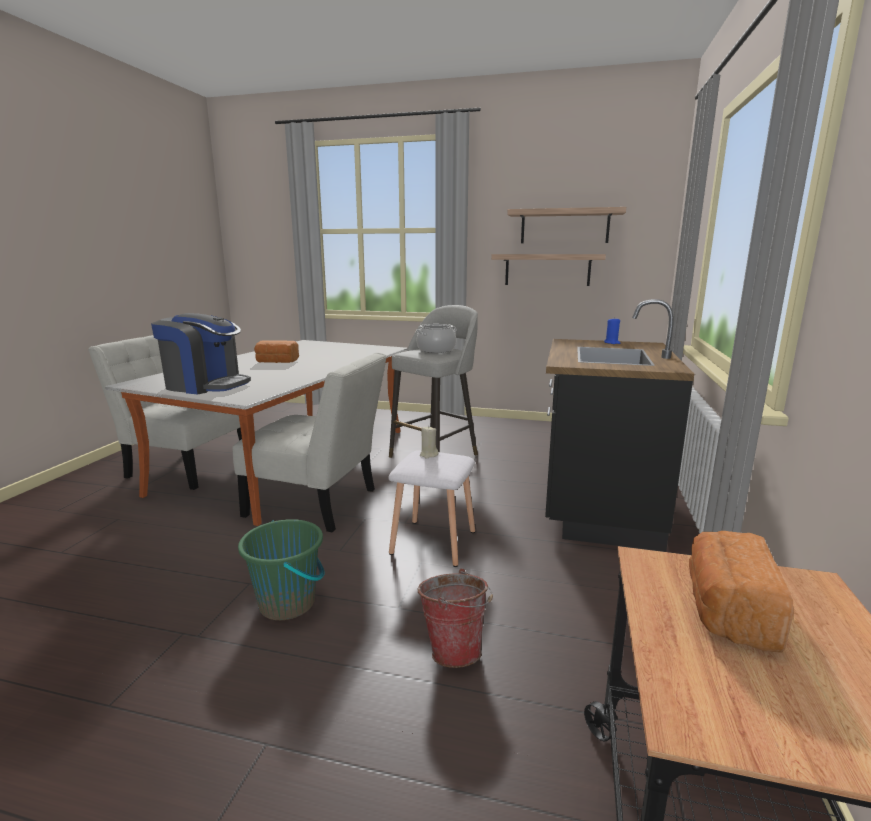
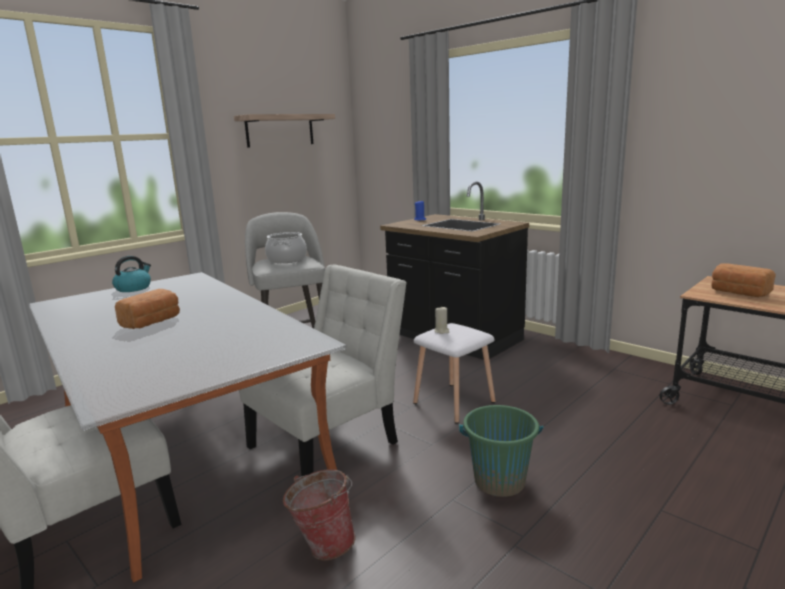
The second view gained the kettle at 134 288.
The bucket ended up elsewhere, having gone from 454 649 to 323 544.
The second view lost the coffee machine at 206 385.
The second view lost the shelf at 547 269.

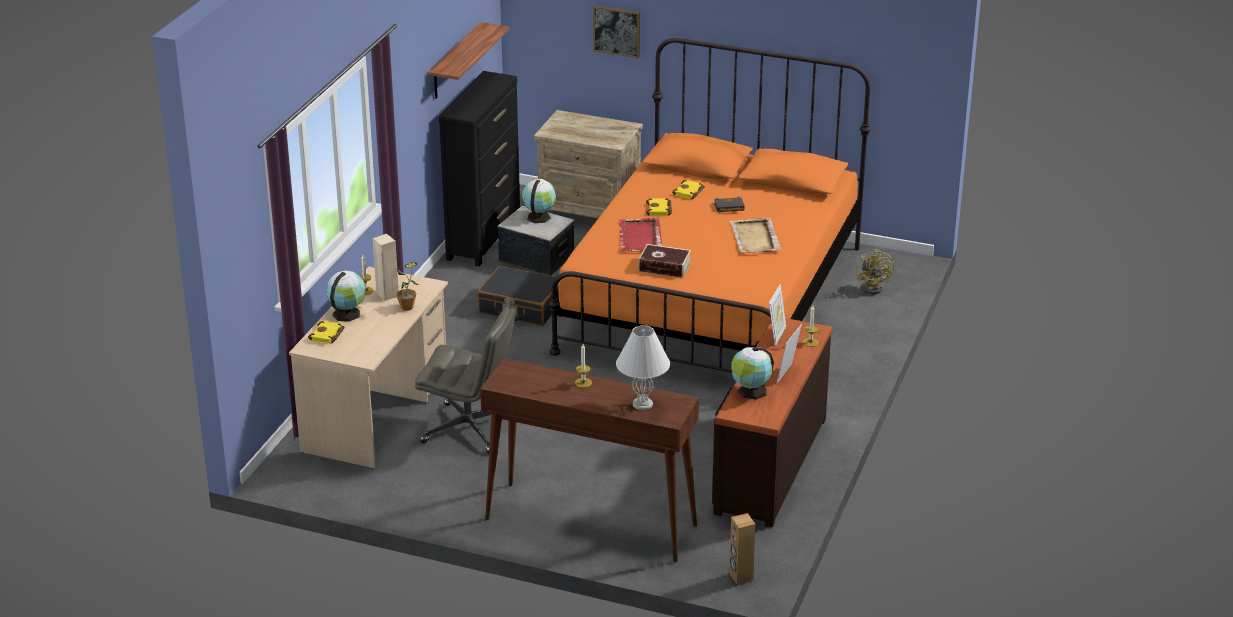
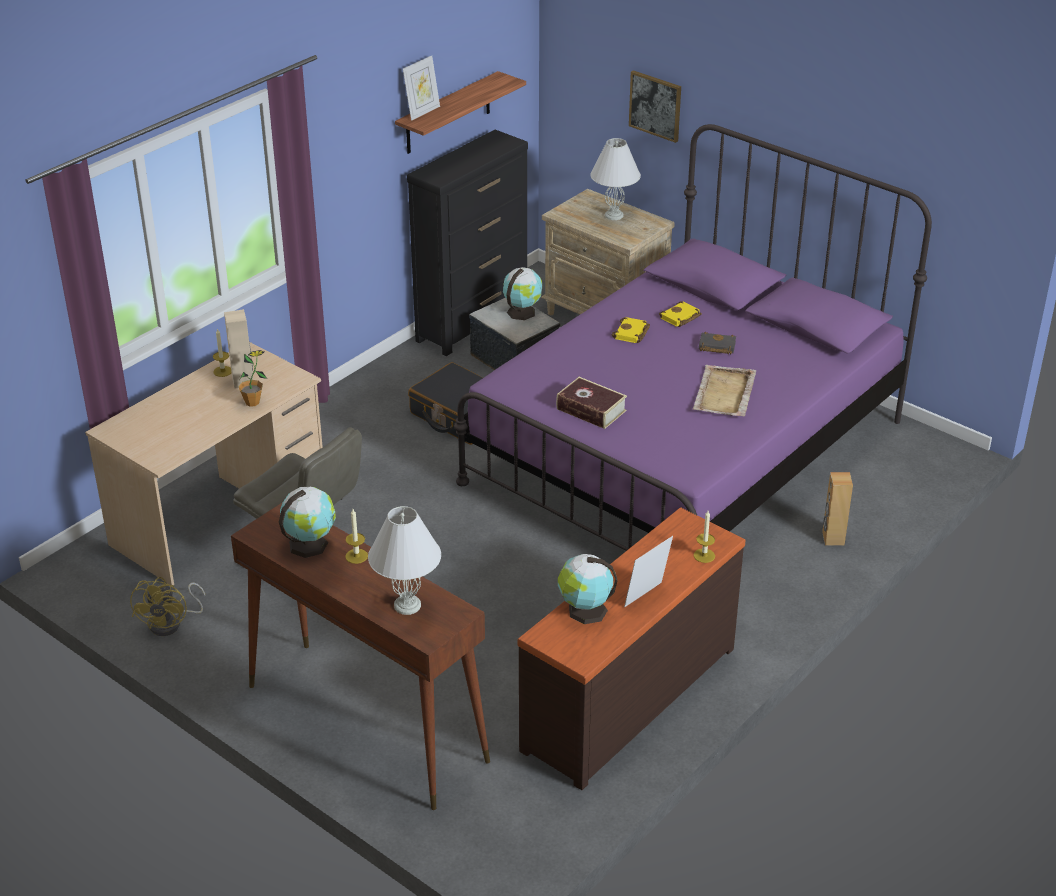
The yellow fan ended up elsewhere, having gone from 873 287 to 171 623.
The globe ended up elsewhere, having gone from 347 313 to 310 543.
The picture frame ended up elsewhere, having gone from 776 335 to 422 112.
What was the orange bed at 712 299 turned into the purple bed at 685 452.
The second view gained the white table lamp at 613 215.
The brown speaker ended up elsewhere, having gone from 740 576 to 832 538.
The second view lost the yellow book at 327 336.
The second view lost the red tray at 640 238.

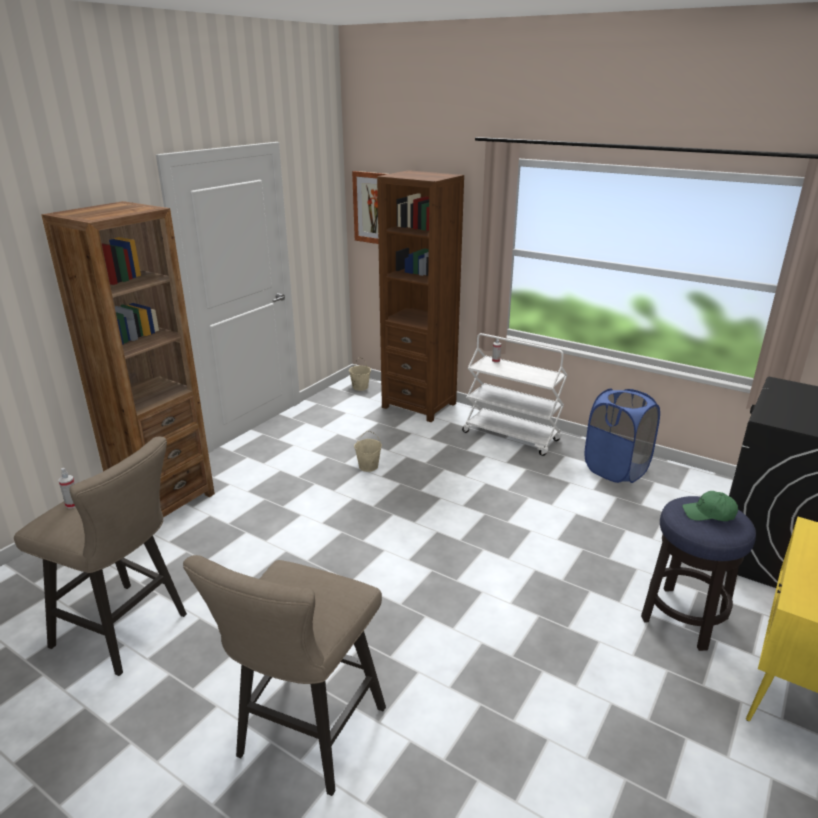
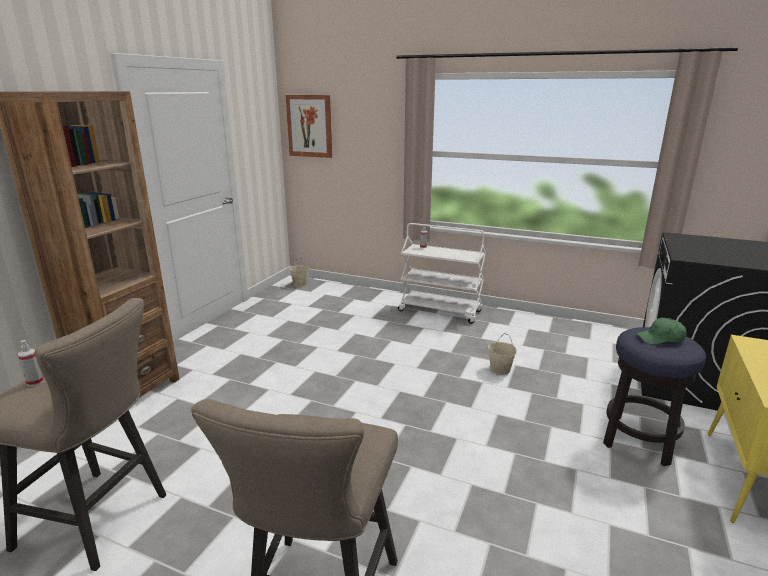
The beige bucket ended up elsewhere, having gone from 368 467 to 500 370.
The second view lost the brown bookcase at 419 405.
The second view lost the blue laundry basket at 616 469.

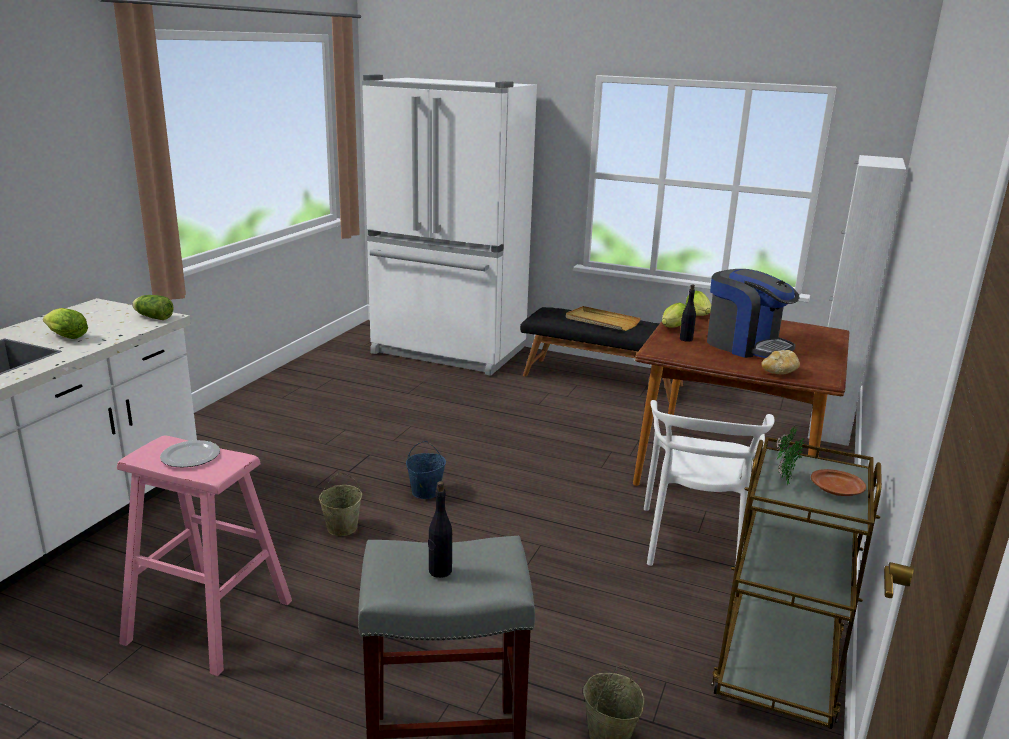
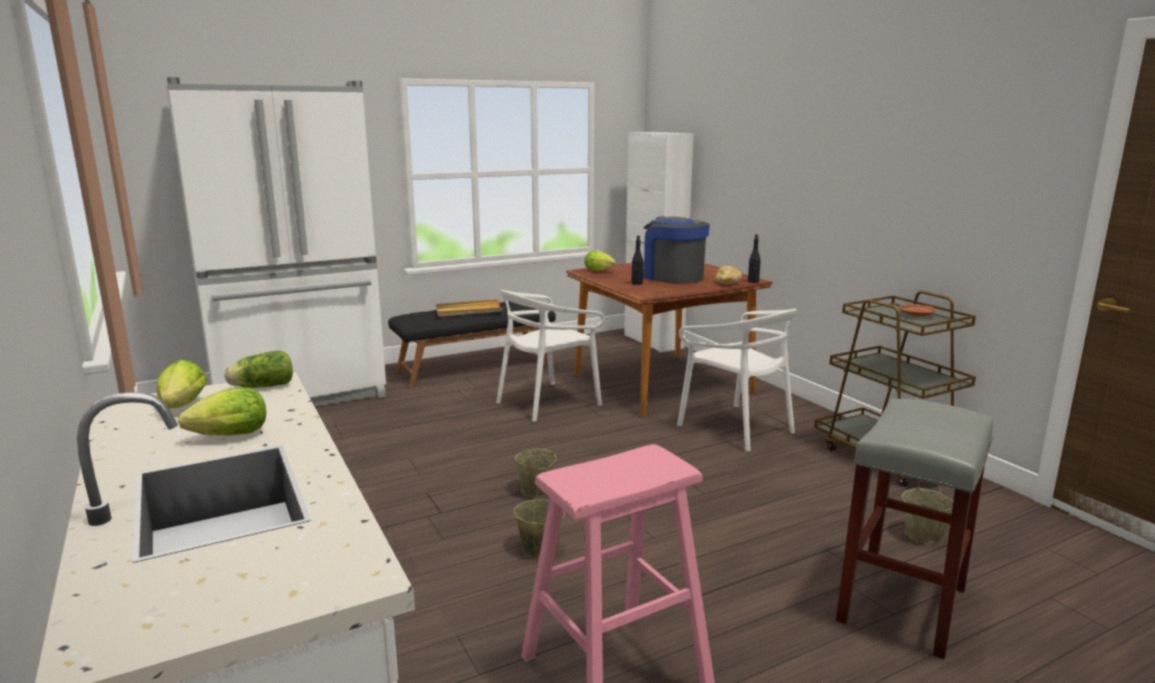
The lettuce ended up elsewhere, having gone from 672 328 to 181 408.
The second view gained the white chair at 547 402.
What was the blue bucket at 425 492 turned into the beige bucket at 536 491.
The coffee machine at 746 345 ended up facing another way, 120 degrees counterclockwise from before.
The black bottle ended up elsewhere, having gone from 440 571 to 753 282.
The second view lost the plate at 189 456.
The second view lost the potted plant at 783 480.

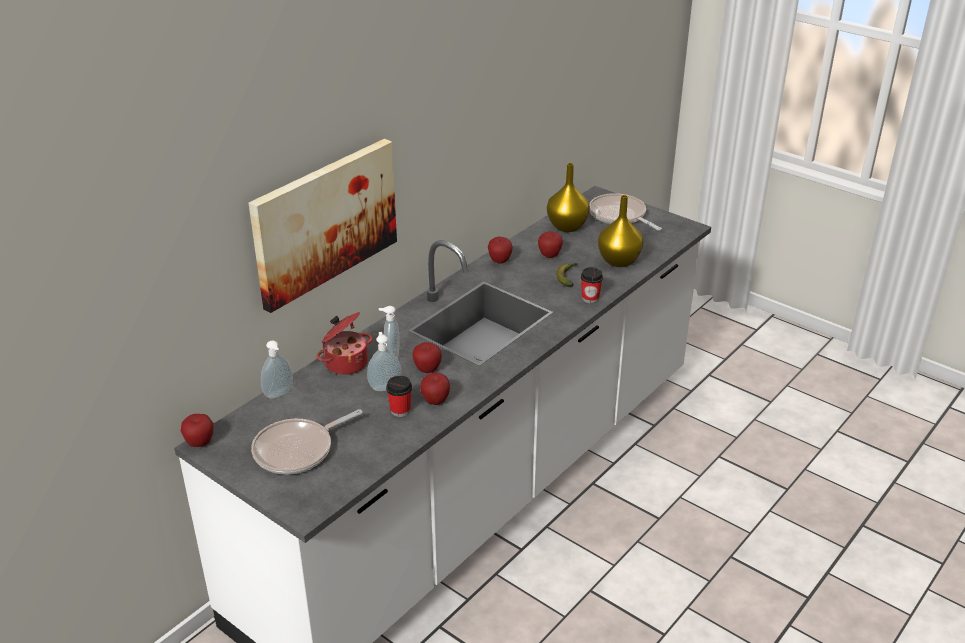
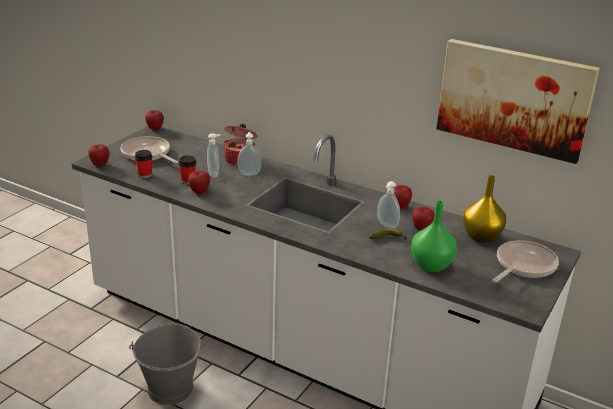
The apple ended up elsewhere, having gone from 427 370 to 100 164.
The second view gained the grey bucket at 171 389.
The cup ended up elsewhere, having gone from 590 298 to 145 175.
The soap dispenser ended up elsewhere, having gone from 279 394 to 386 226.
What was the yellow vase at 619 260 turned into the green vase at 432 265.
The picture ended up elsewhere, having gone from 324 221 to 513 99.

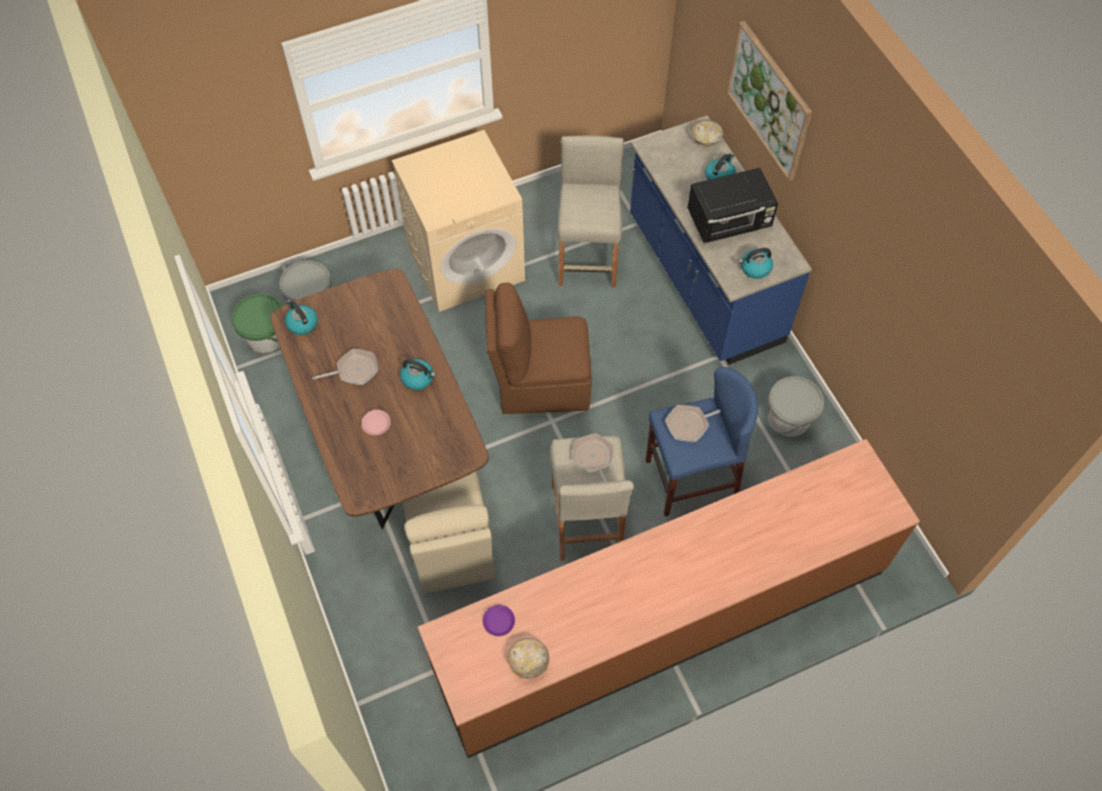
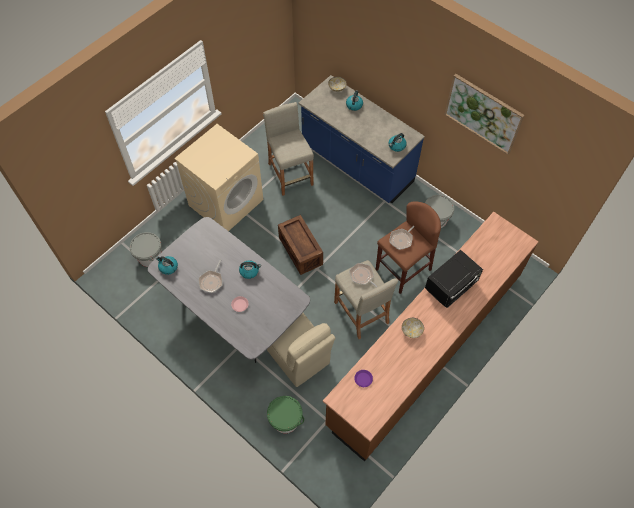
What was the brown dining table at 389 440 turned into the grey dining table at 234 314.
The frying pan at 354 370 ended up facing another way, 150 degrees clockwise from before.
The green bucket ended up elsewhere, having gone from 266 336 to 285 420.
Where the brown chair stood at 541 383, the crate came to stand at 300 251.
What was the blue stool at 691 479 turned into the brown stool at 403 269.
The bowl ended up elsewhere, having gone from 528 662 to 411 331.
The black microwave ended up elsewhere, having gone from 729 222 to 451 286.
The picture ended up elsewhere, having gone from 769 100 to 483 113.

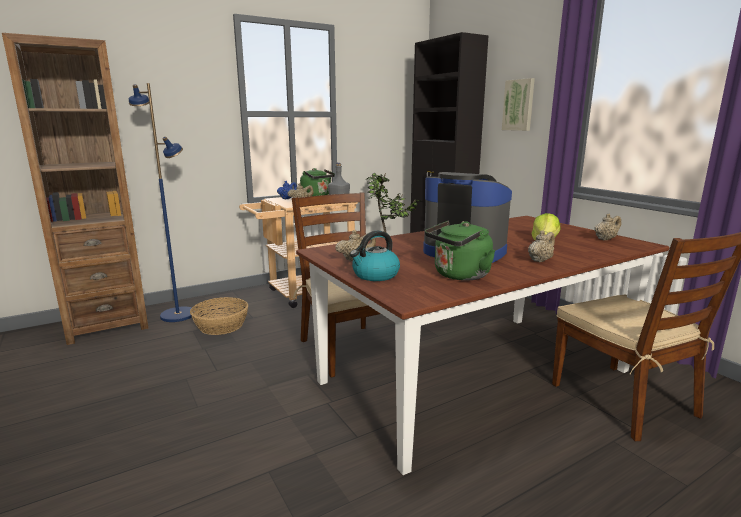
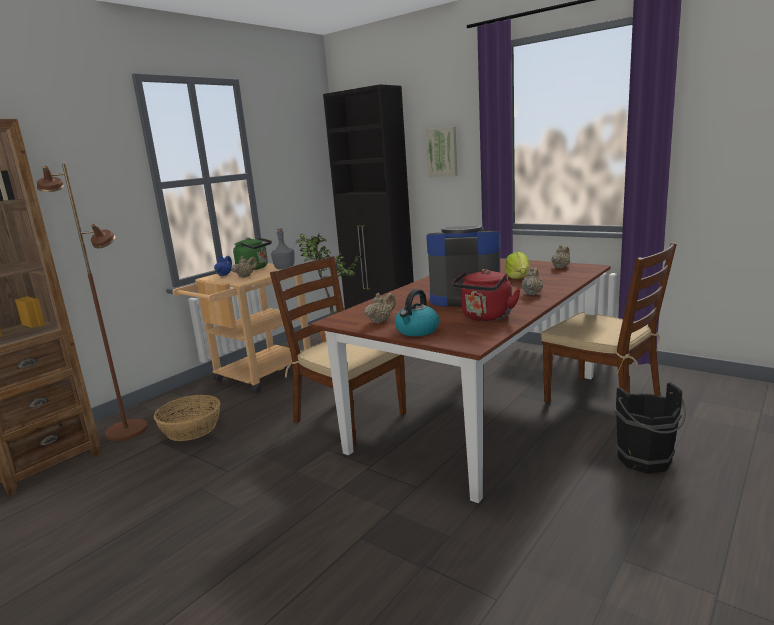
What was the blue floor lamp at 178 315 turned into the brown floor lamp at 126 430.
What was the green kettle at 459 275 turned into the red kettle at 485 317.
The second view gained the black bucket at 646 462.

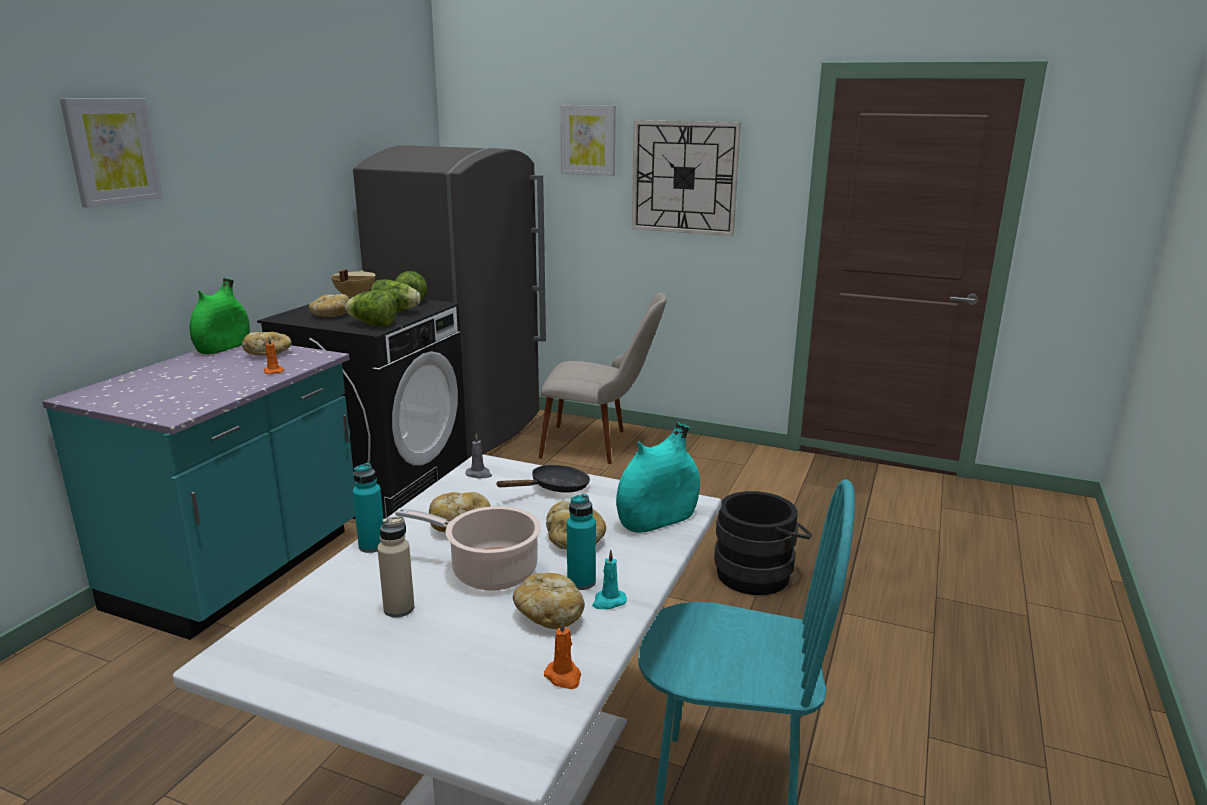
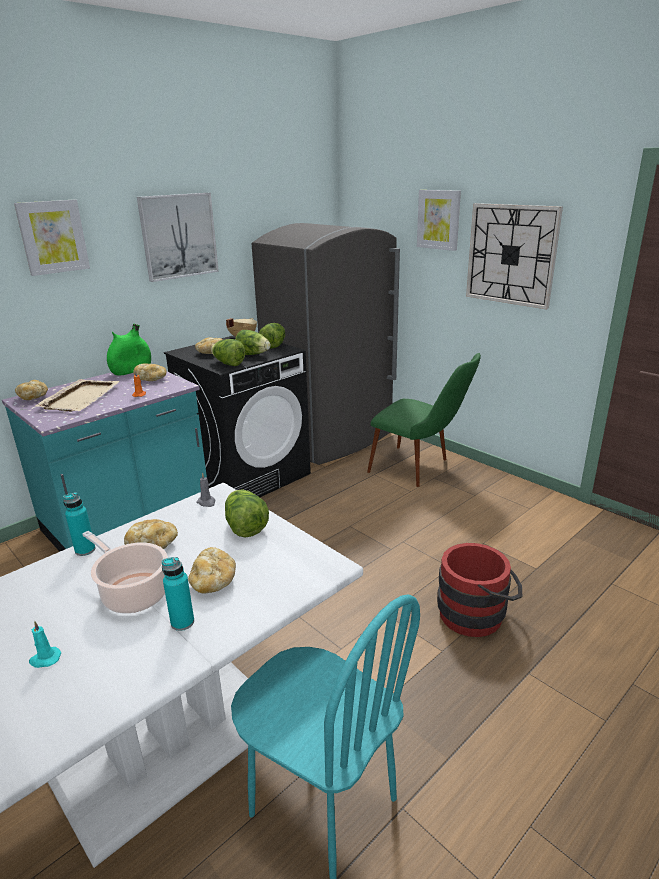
The bread ended up elsewhere, having gone from 549 615 to 33 397.
The turquoise candle ended up elsewhere, having gone from 608 601 to 45 659.
The second view gained the beige tray at 81 397.
The second view gained the picture at 178 236.
Where the black frying pan stood at 554 488, the lettuce came to stand at 245 527.
What was the beige chair at 600 445 turned into the green chair at 420 469.
What was the black bucket at 758 573 turned into the red bucket at 477 614.
The second view lost the beige bottle at 399 609.
The second view lost the orange candle at 564 677.
The second view lost the turquoise vase at 657 520.

